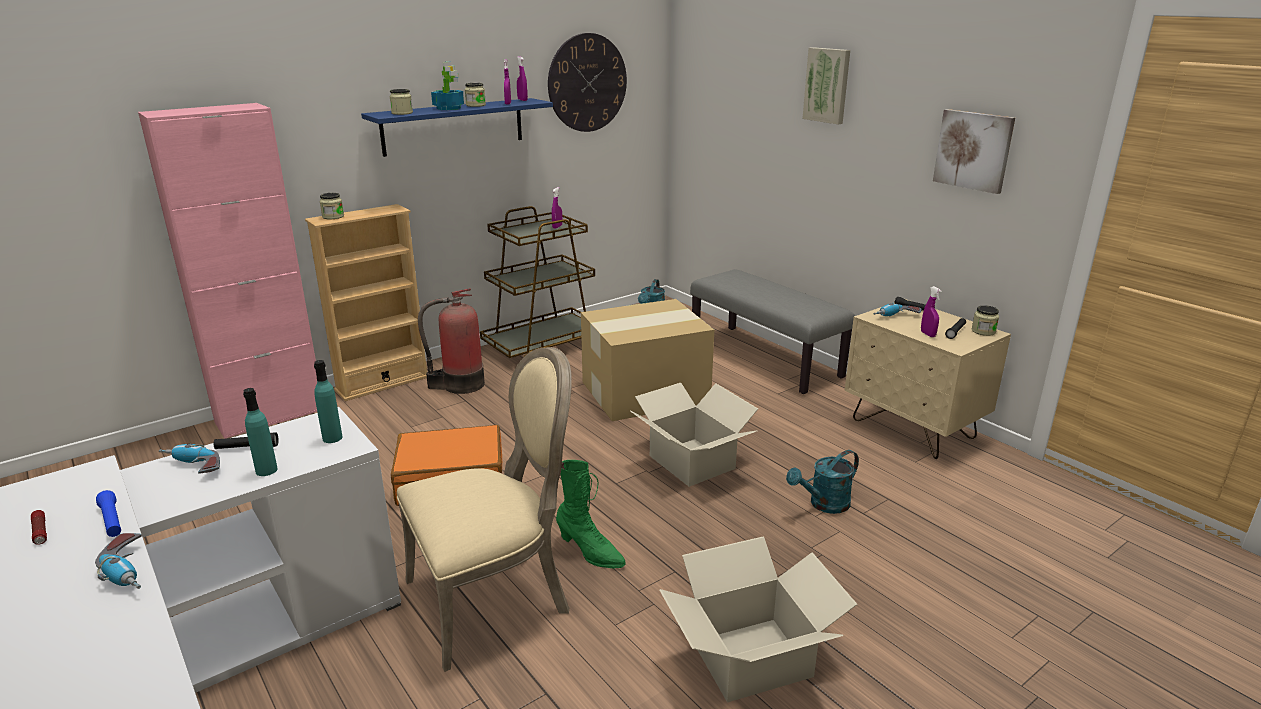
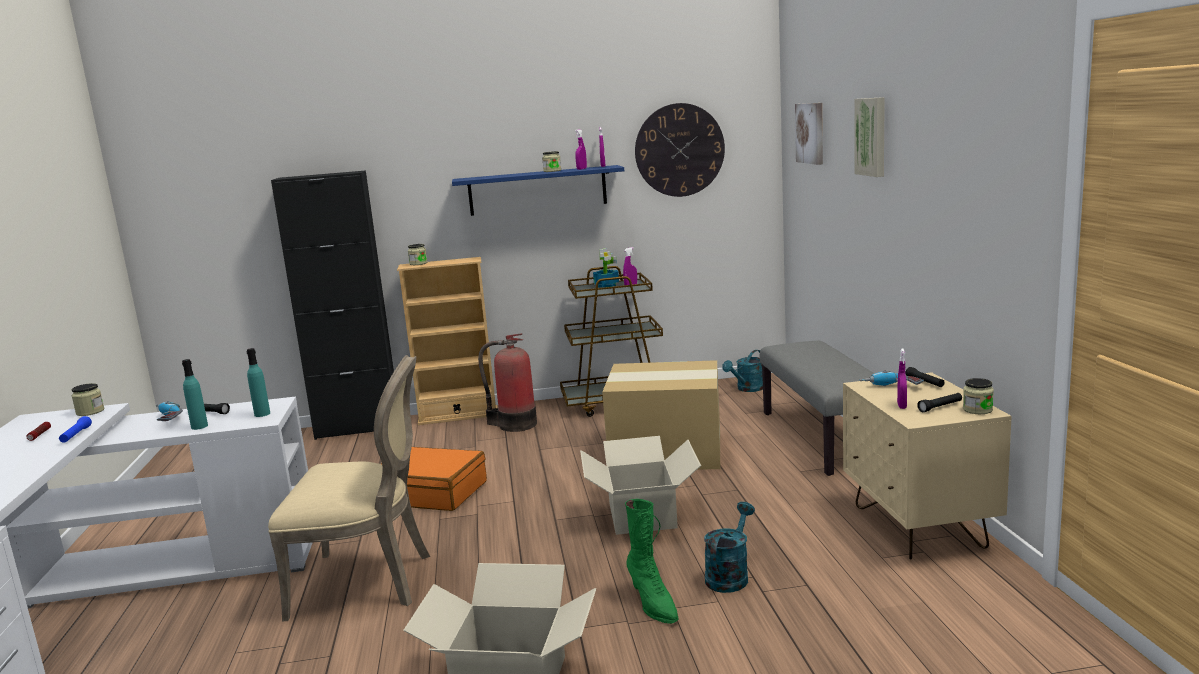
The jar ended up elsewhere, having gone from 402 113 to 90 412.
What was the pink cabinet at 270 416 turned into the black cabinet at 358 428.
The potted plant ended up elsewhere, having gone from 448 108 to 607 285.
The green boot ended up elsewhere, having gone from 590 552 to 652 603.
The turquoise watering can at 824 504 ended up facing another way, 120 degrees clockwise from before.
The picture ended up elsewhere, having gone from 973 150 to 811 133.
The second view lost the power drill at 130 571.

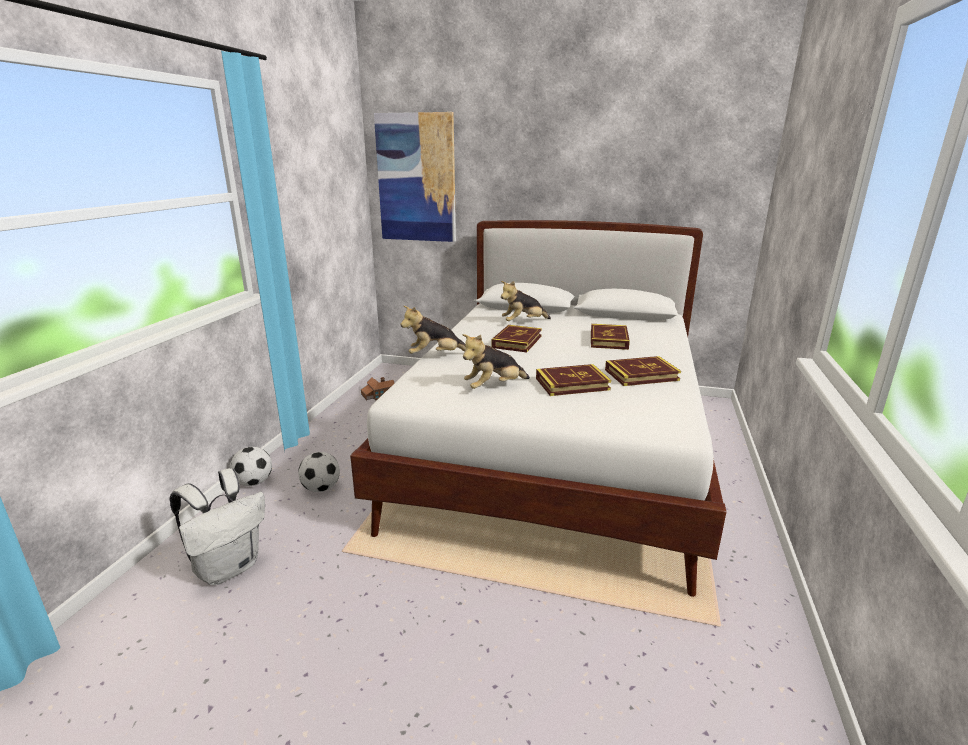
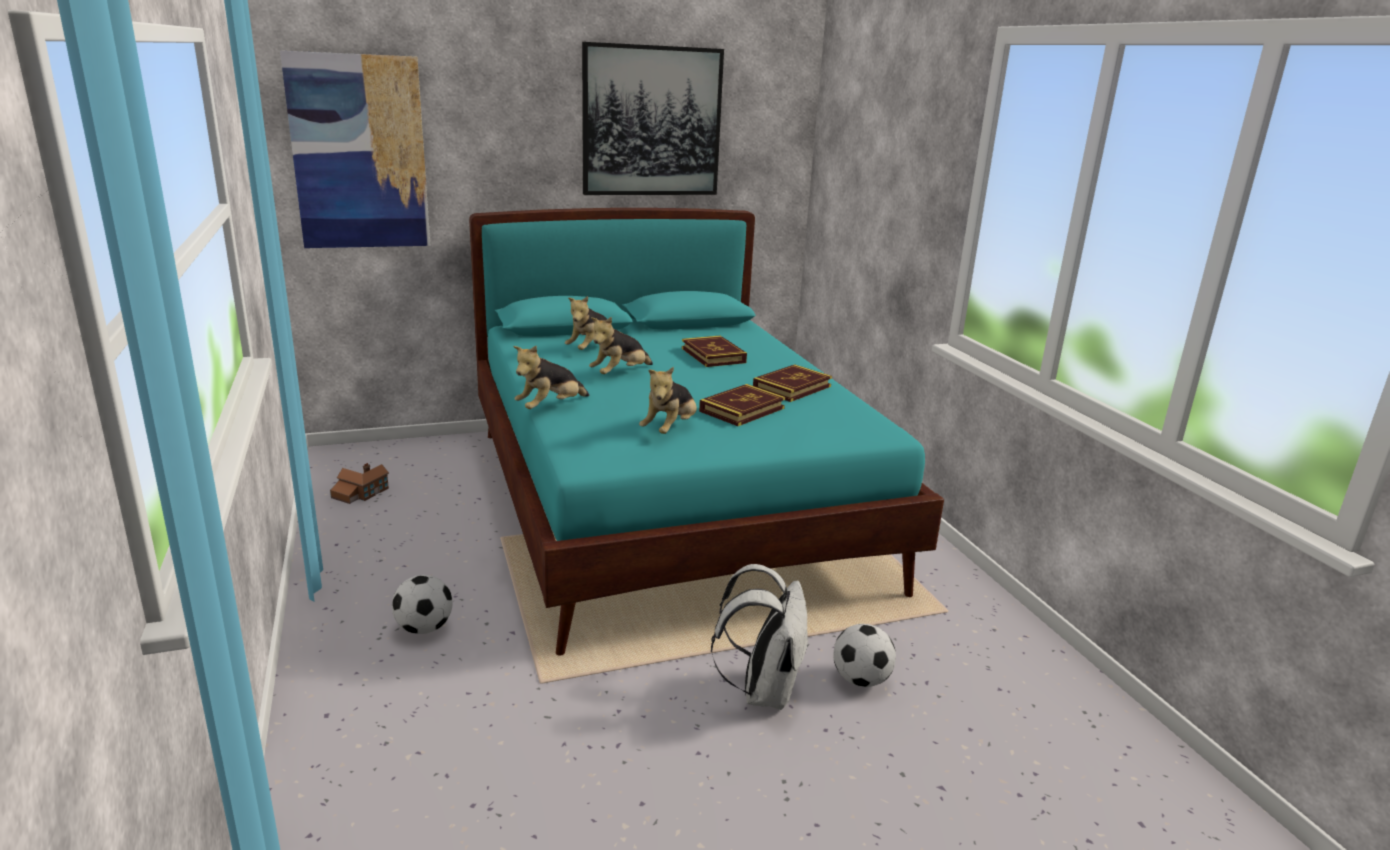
What was the white bed at 556 451 turned into the turquoise bed at 669 504.
The second view gained the picture at 651 121.
Where the book stood at 517 342, the plush toy came to stand at 620 374.
The white backpack ended up elsewhere, having gone from 229 567 to 763 690.
The football ended up elsewhere, having gone from 254 482 to 860 680.

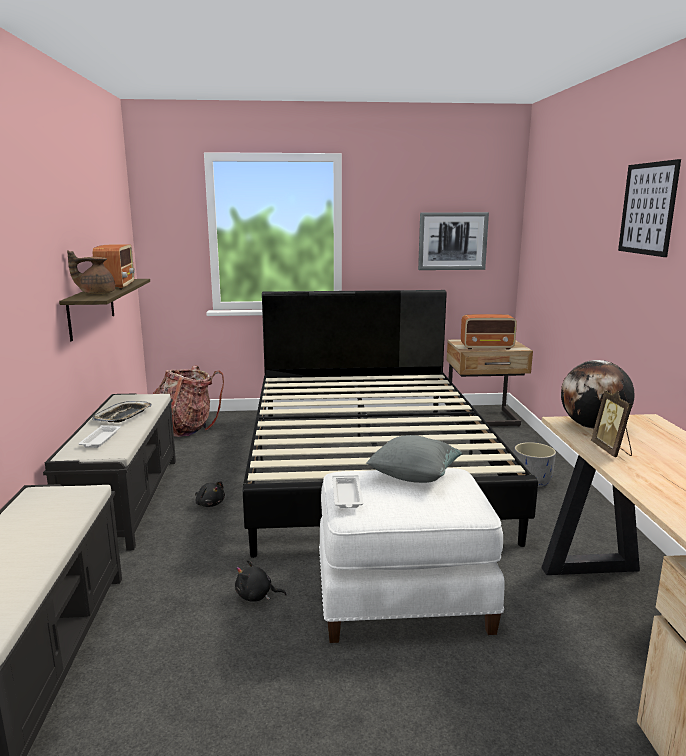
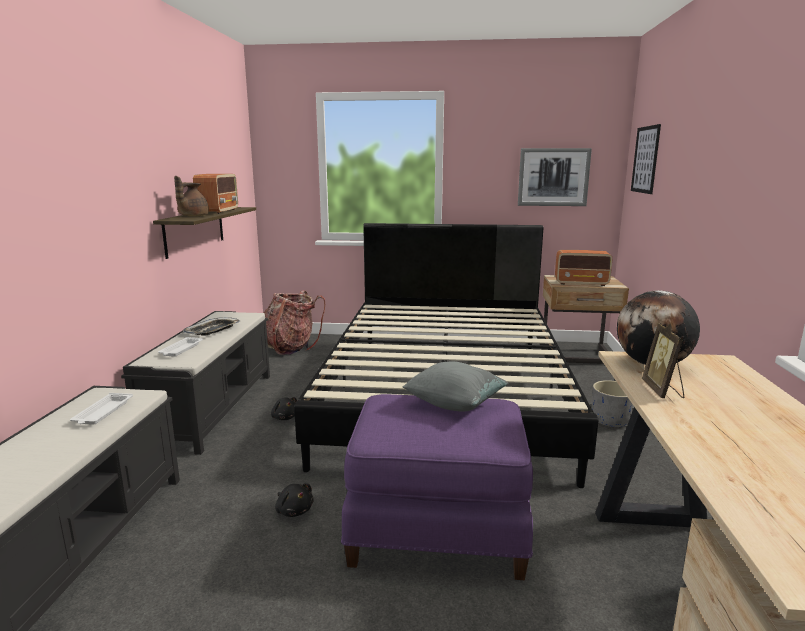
The white tray ended up elsewhere, having gone from 347 496 to 102 412.
The brown teapot at 96 293 ended up facing another way, 60 degrees counterclockwise from before.
The black plush toy at 256 596 ended up facing another way, 150 degrees counterclockwise from before.
What was the white ottoman at 402 596 turned into the purple ottoman at 437 527.
The picture ended up elsewhere, having gone from 648 208 to 645 159.

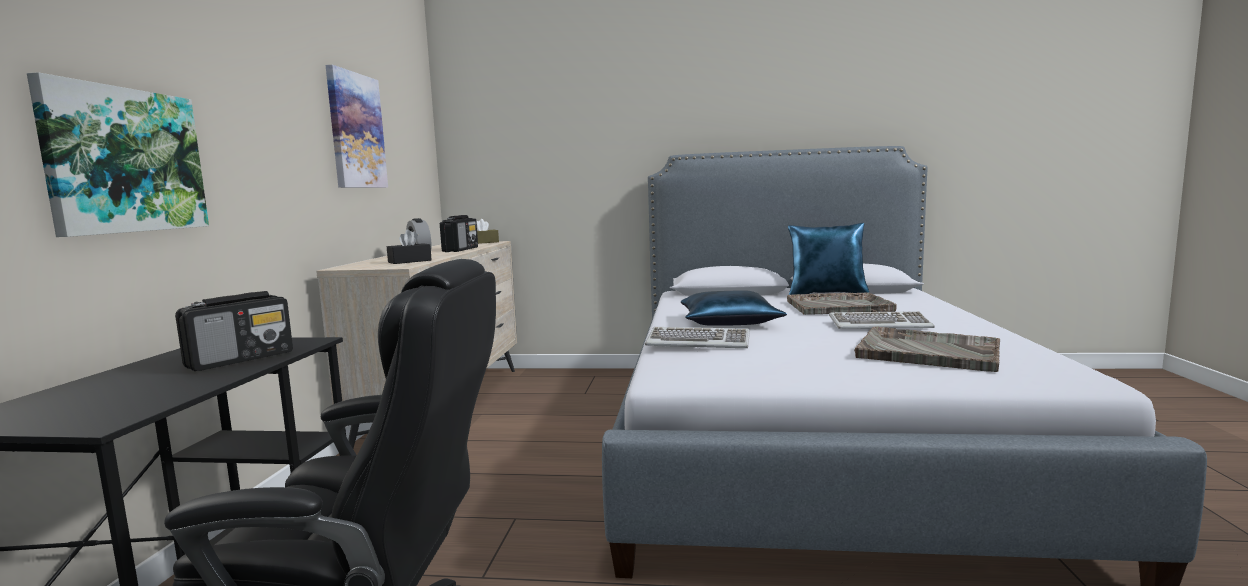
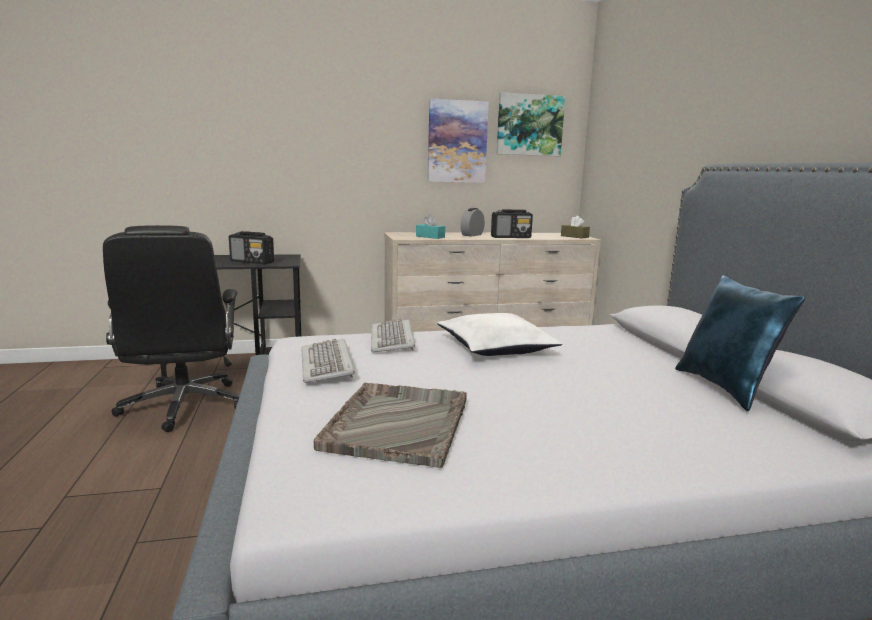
The keyboard ended up elsewhere, having gone from 879 324 to 327 364.
What was the black tissue box at 409 261 turned into the turquoise tissue box at 430 237.
What was the blue pillow at 729 322 turned into the white pillow at 496 348.
The picture ended up elsewhere, having gone from 124 161 to 529 125.
The second view lost the grey tray at 839 306.

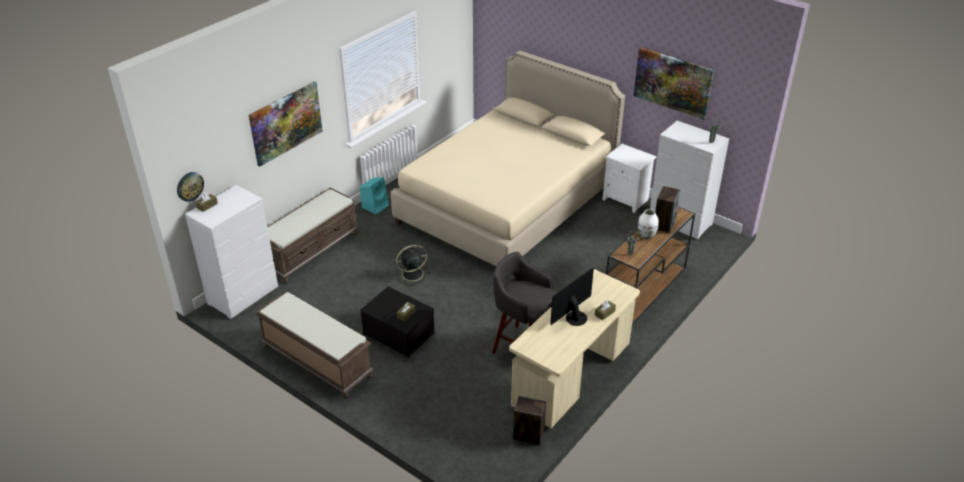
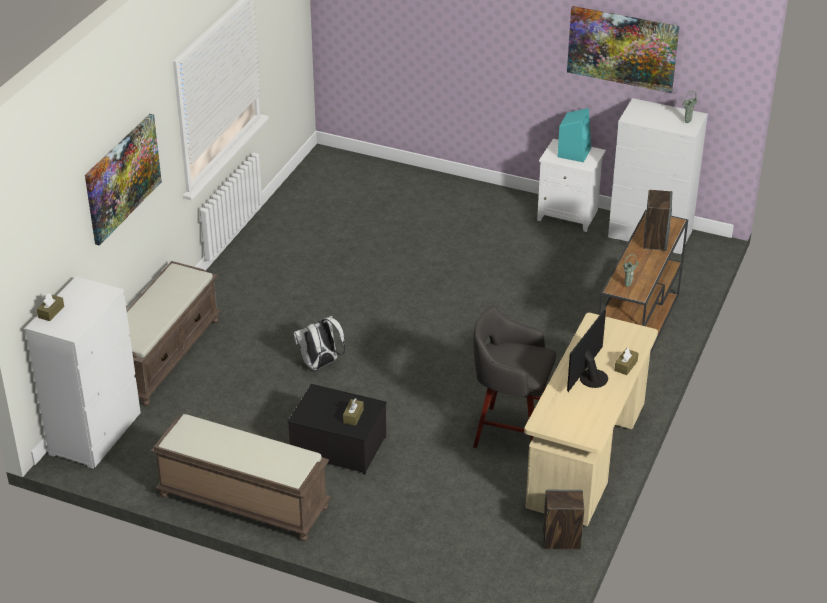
Where the black fan stood at 411 274, the white backpack came to stand at 320 364.
The turquoise speaker ended up elsewhere, having gone from 375 206 to 574 152.
The second view lost the wall clock at 189 186.
The second view lost the beige bed at 507 204.
The second view lost the white vase at 646 236.

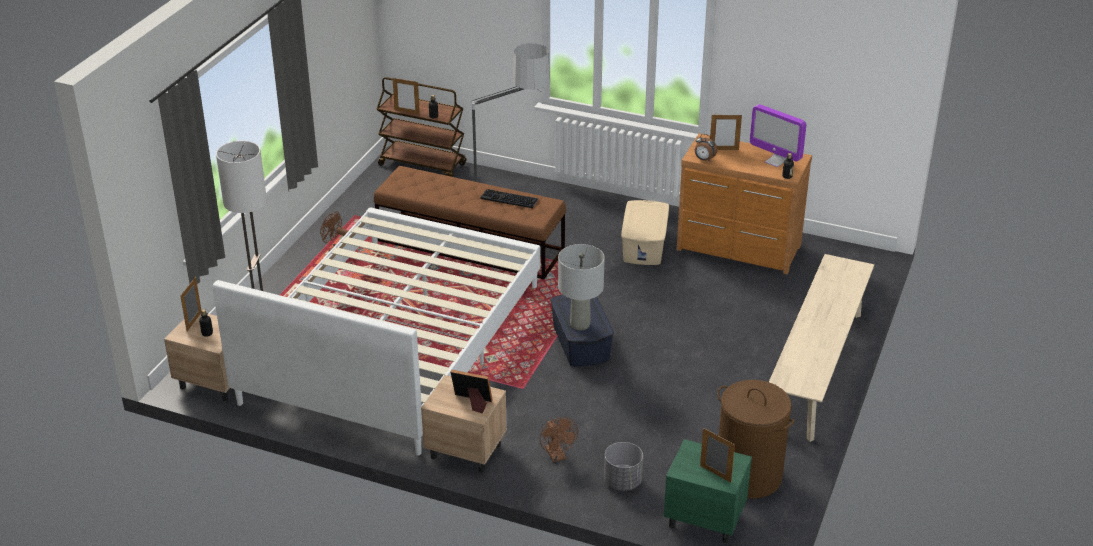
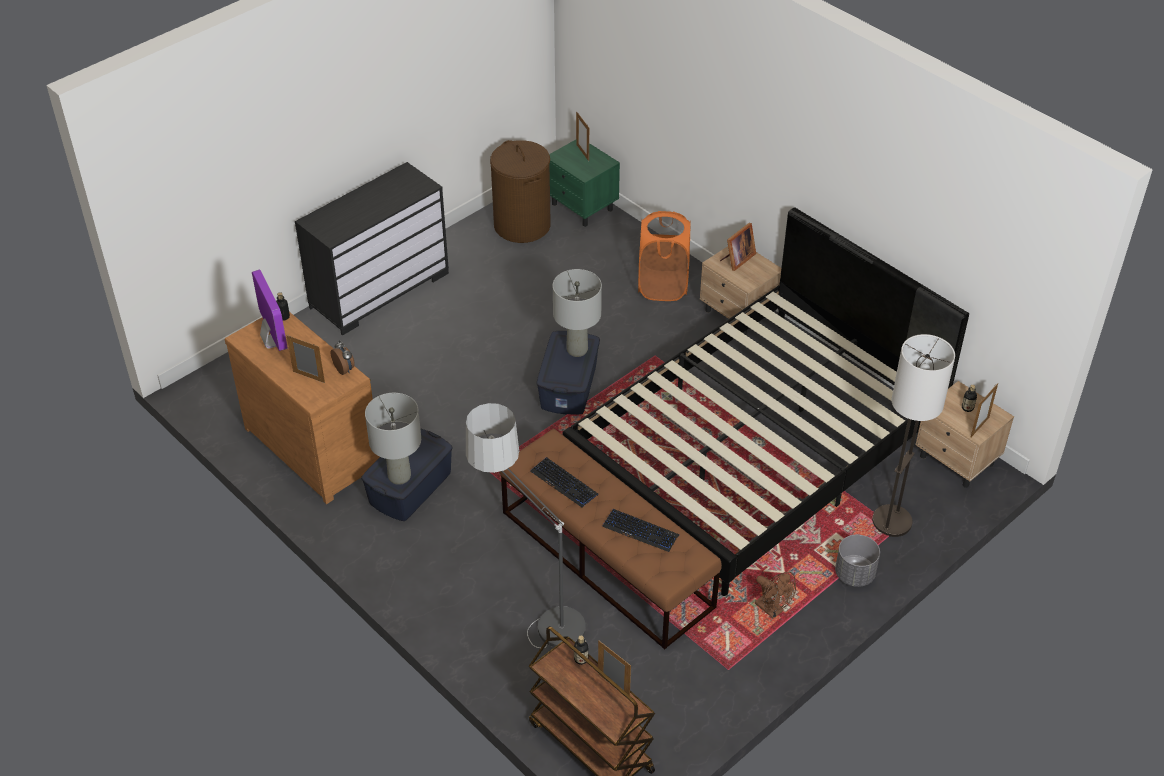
Where the beige bench stood at 817 370, the black dresser came to stand at 379 290.
What was the beige storage box at 644 245 turned into the blue storage box at 409 487.
The second view gained the grey table lamp at 399 476.
What was the white bed at 393 342 turned into the black bed at 756 448.
The second view gained the keyboard at 641 531.
Where the brown fan stood at 557 456, the orange laundry basket came to stand at 662 286.
The picture frame at 472 403 ended up facing another way, 90 degrees counterclockwise from before.
The grey planter ended up elsewhere, having gone from 623 481 to 854 574.

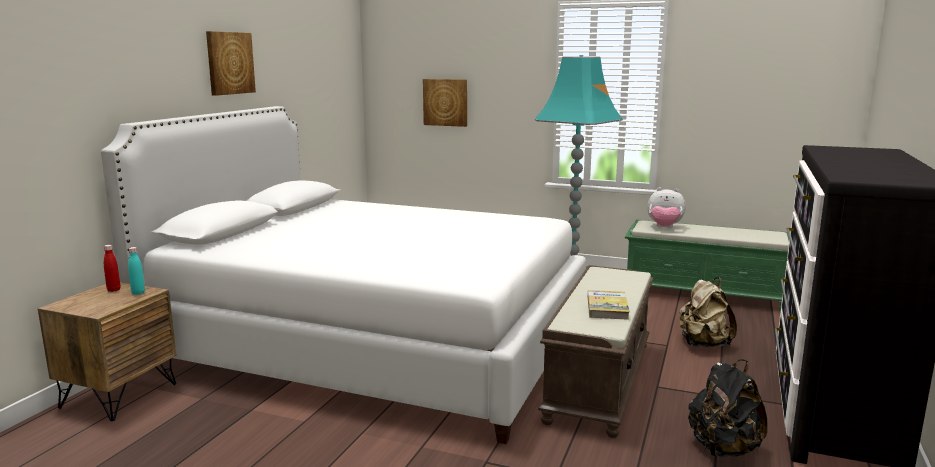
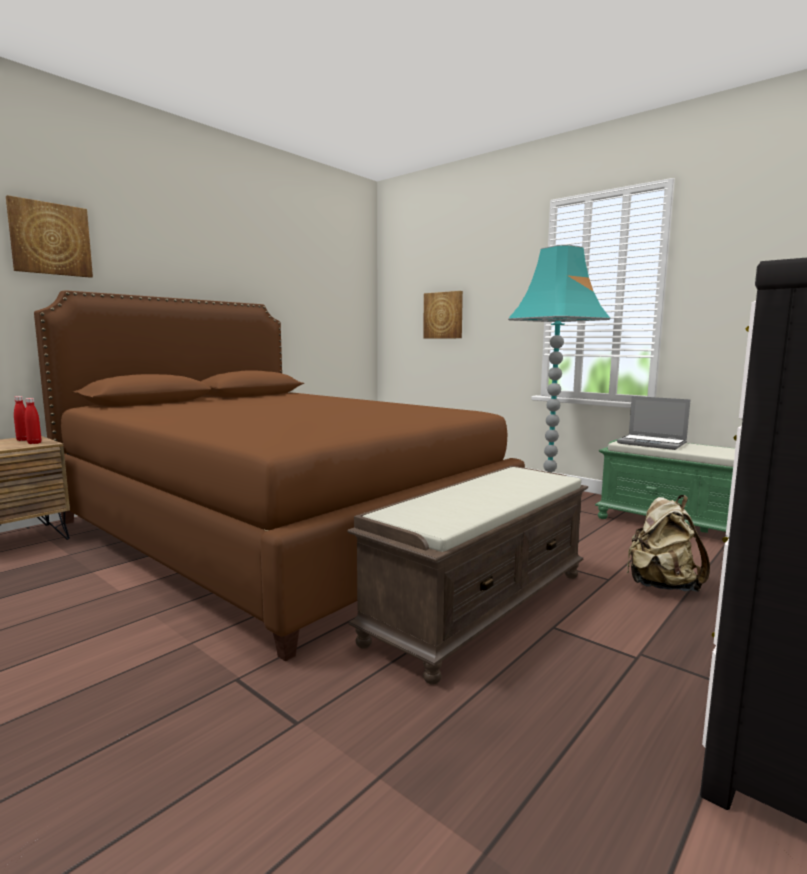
The picture ended up elsewhere, having gone from 229 63 to 50 239.
What was the turquoise bottle at 138 293 turned into the red bottle at 34 443.
What was the white bed at 374 343 turned into the brown bed at 279 531.
Where the plush toy stood at 664 227, the laptop came to stand at 652 443.
The second view lost the book at 607 307.
The second view lost the black backpack at 723 449.

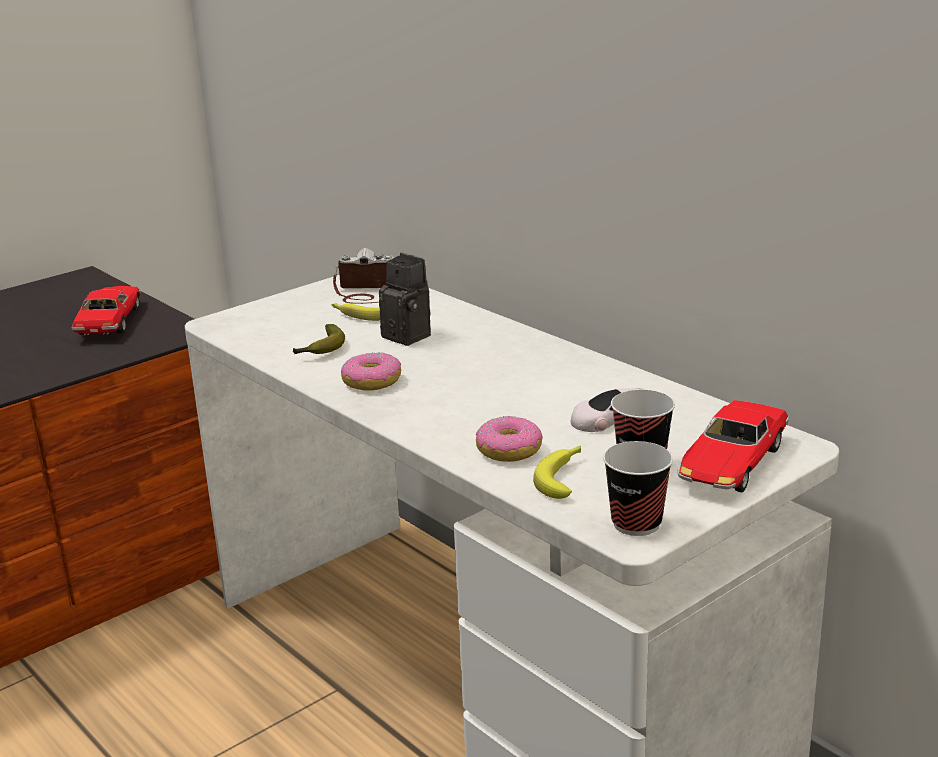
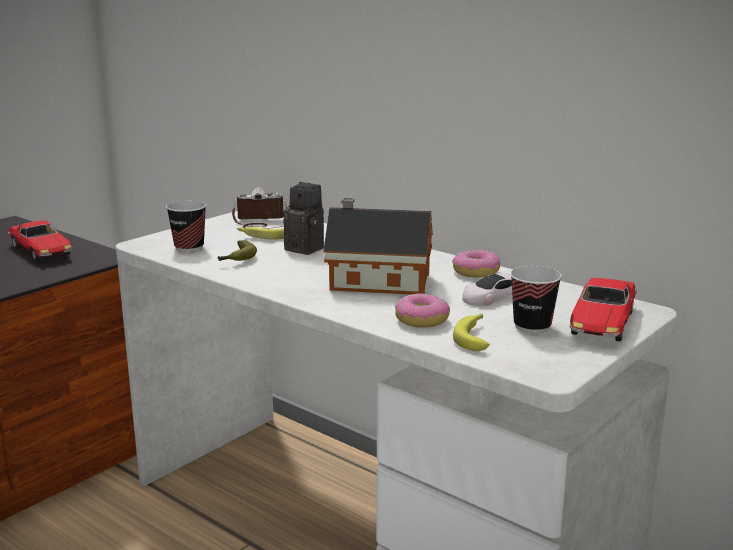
The toy car at 110 322 ended up facing another way, 150 degrees clockwise from before.
The cup ended up elsewhere, having gone from 636 523 to 189 247.
The second view gained the toy house at 375 281.
The donut ended up elsewhere, having gone from 372 381 to 476 272.

